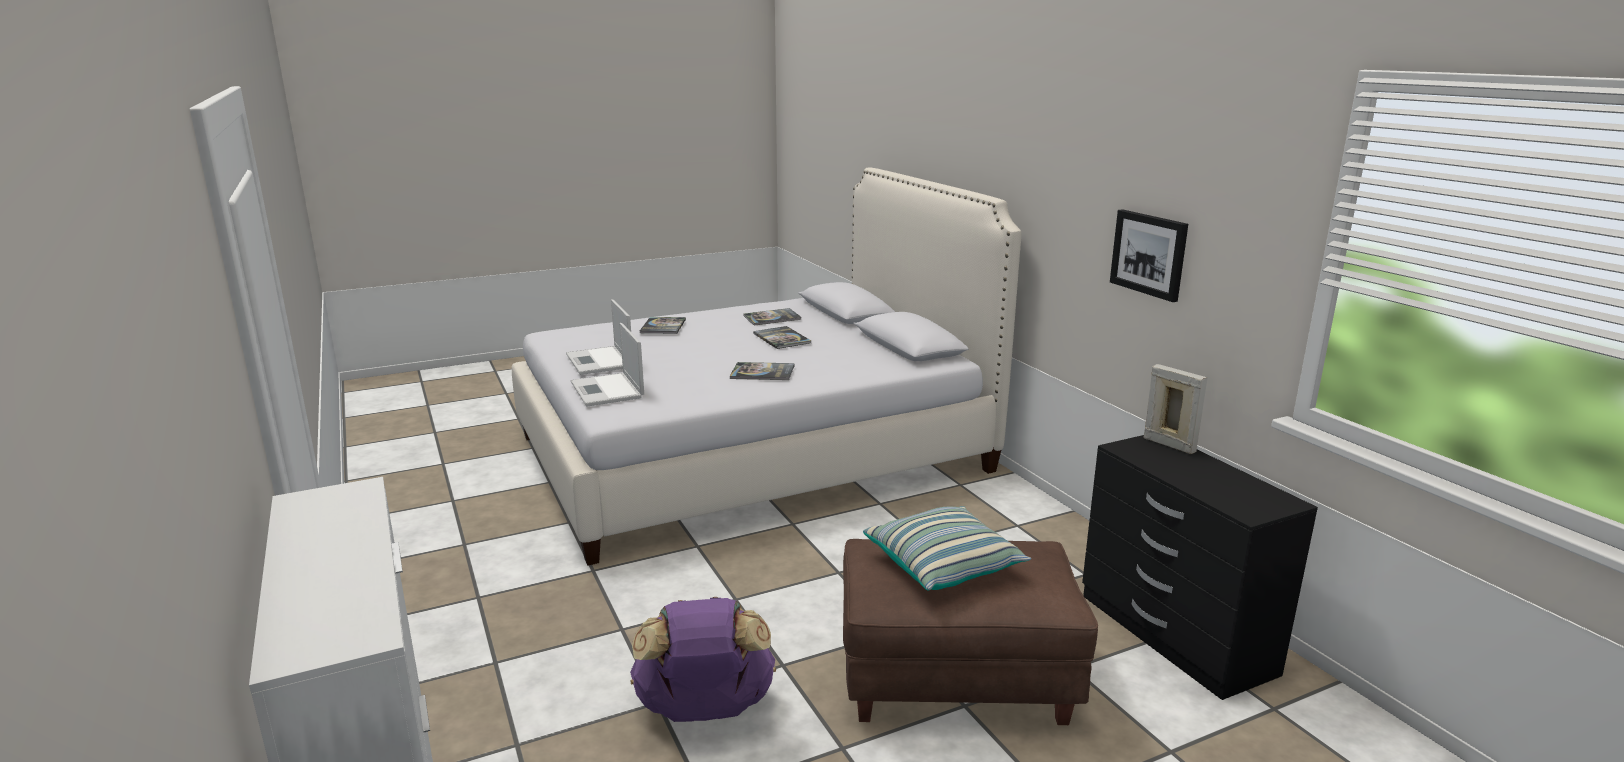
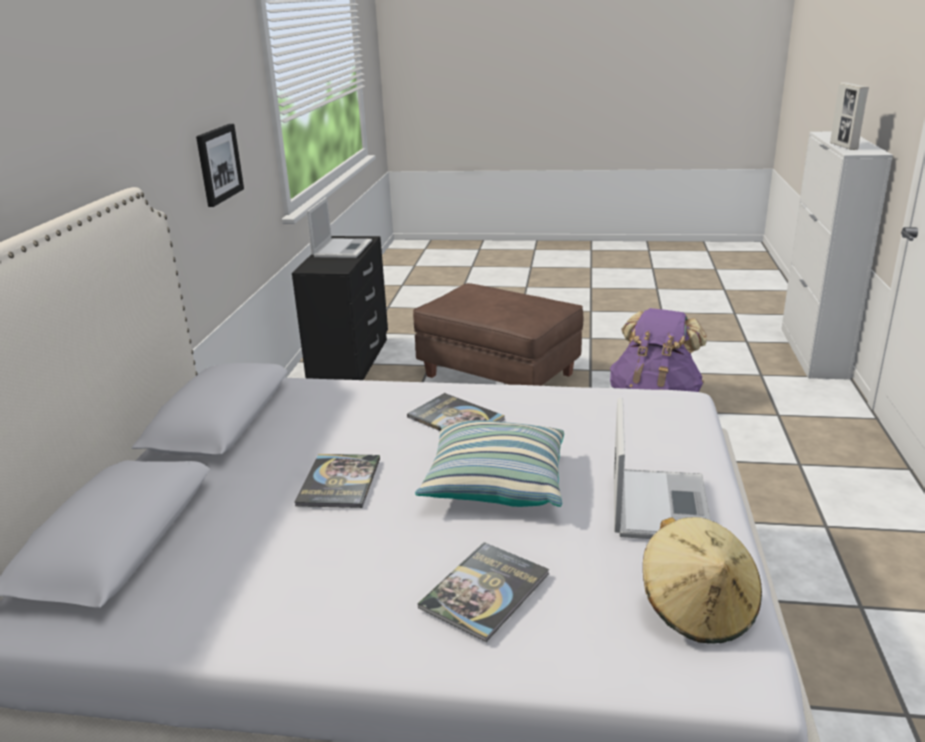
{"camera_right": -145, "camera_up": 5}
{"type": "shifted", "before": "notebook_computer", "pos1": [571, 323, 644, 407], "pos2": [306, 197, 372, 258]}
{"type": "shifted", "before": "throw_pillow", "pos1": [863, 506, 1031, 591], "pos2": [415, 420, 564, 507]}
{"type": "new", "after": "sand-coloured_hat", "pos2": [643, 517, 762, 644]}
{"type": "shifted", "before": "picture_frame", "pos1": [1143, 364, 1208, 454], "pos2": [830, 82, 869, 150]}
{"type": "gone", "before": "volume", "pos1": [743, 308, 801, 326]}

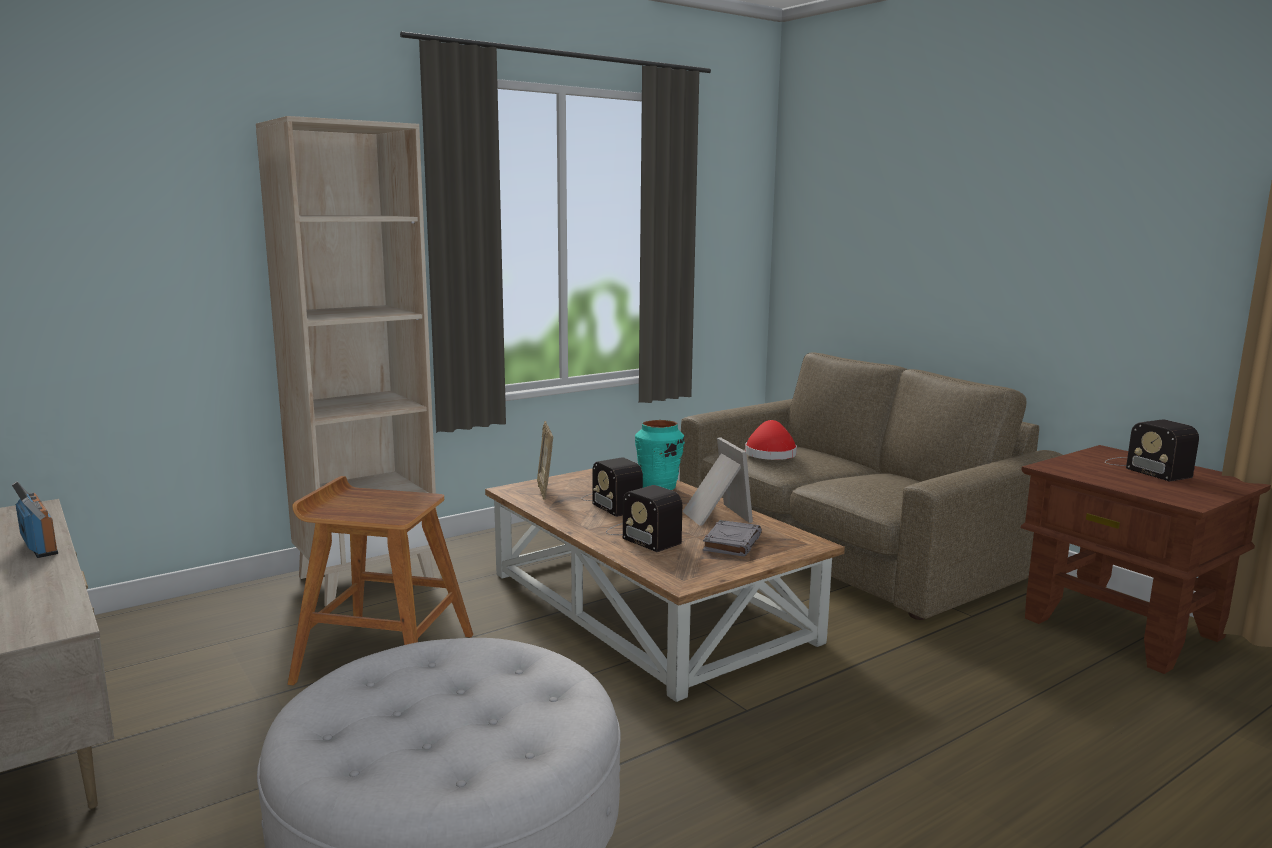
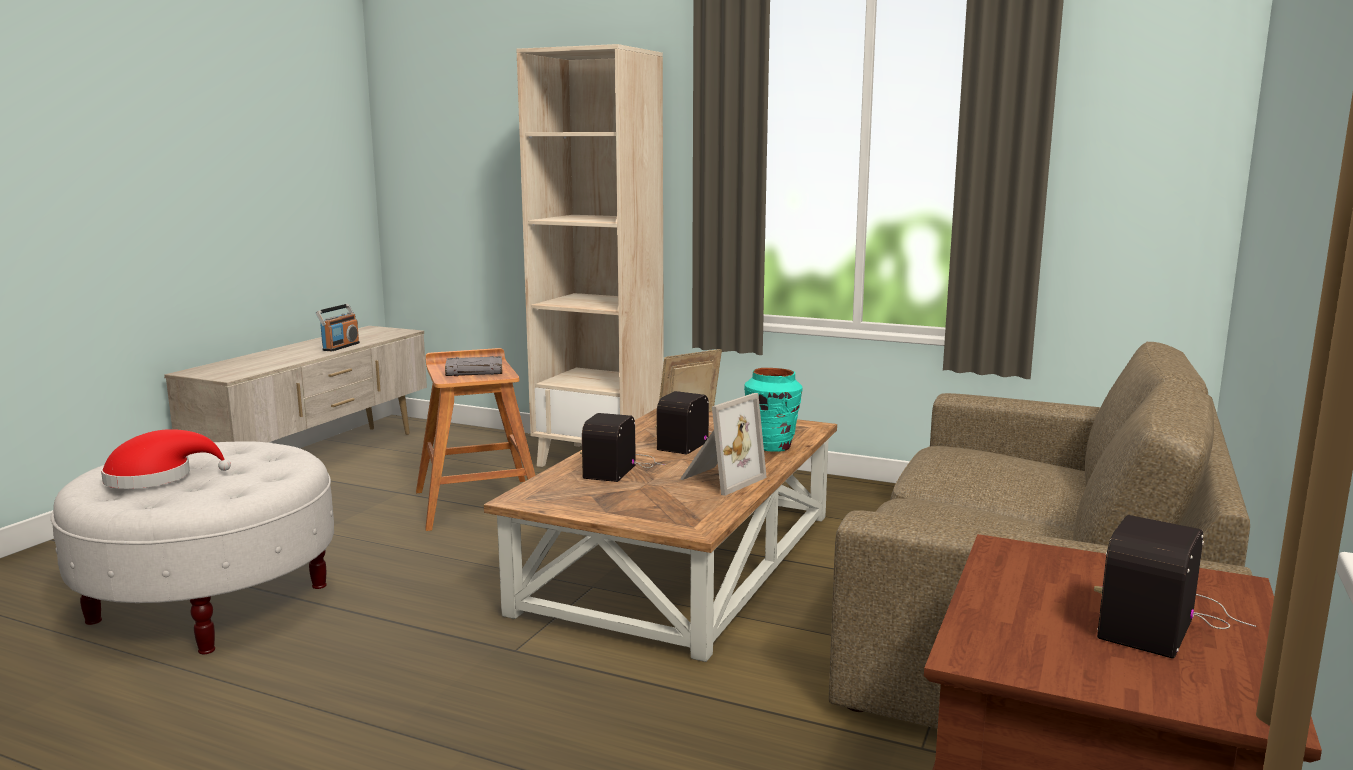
{"camera_right": 60, "camera_up": 0}
{"type": "shifted", "before": "reddish_hat", "pos1": [745, 420, 797, 460], "pos2": [101, 429, 231, 489]}
{"type": "shifted", "before": "greyish_volume", "pos1": [703, 520, 762, 557], "pos2": [445, 356, 502, 376]}

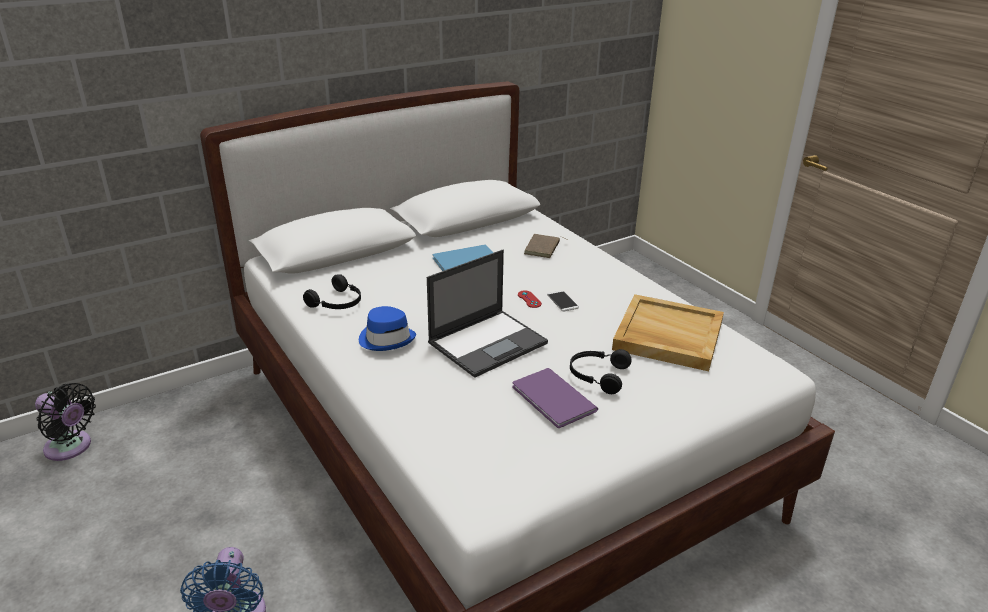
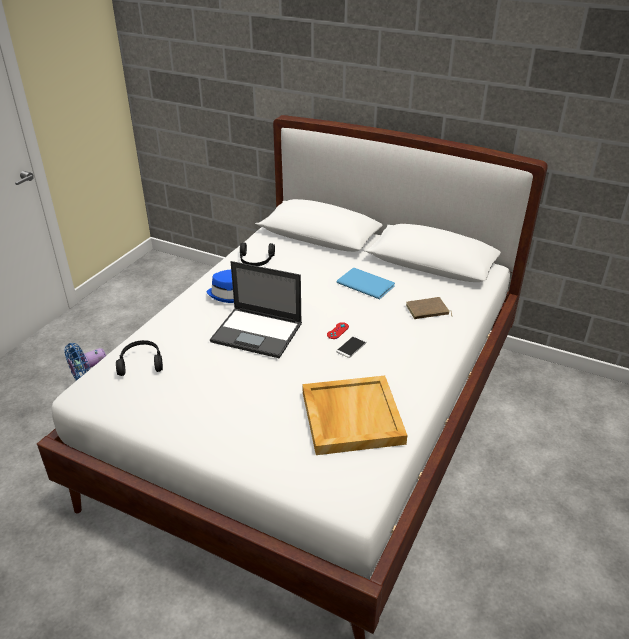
{"camera_right": 60, "camera_up": 5}
{"type": "shifted", "before": "black_headphones", "pos1": [570, 349, 632, 394], "pos2": [116, 340, 163, 376]}
{"type": "gone", "before": "black_cooling_fan", "pos1": [35, 383, 96, 461]}
{"type": "gone", "before": "purple_volume", "pos1": [512, 368, 598, 428]}

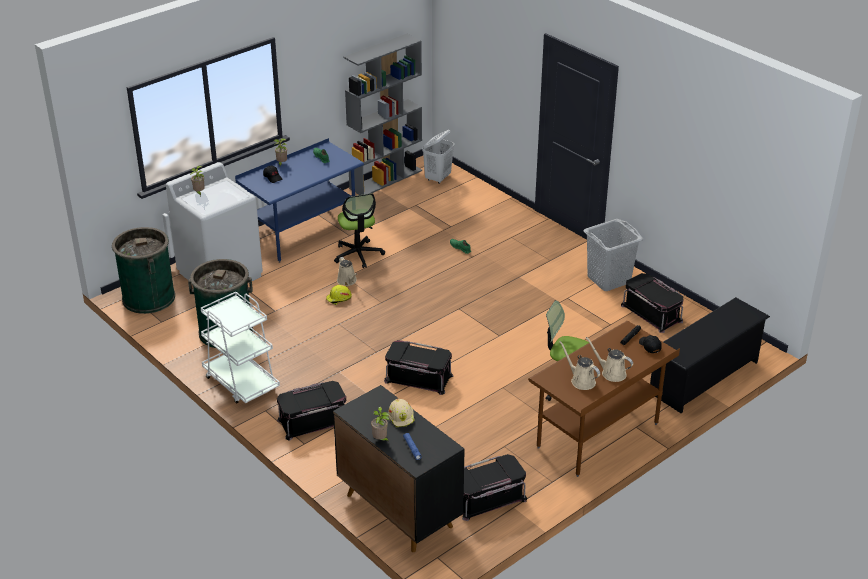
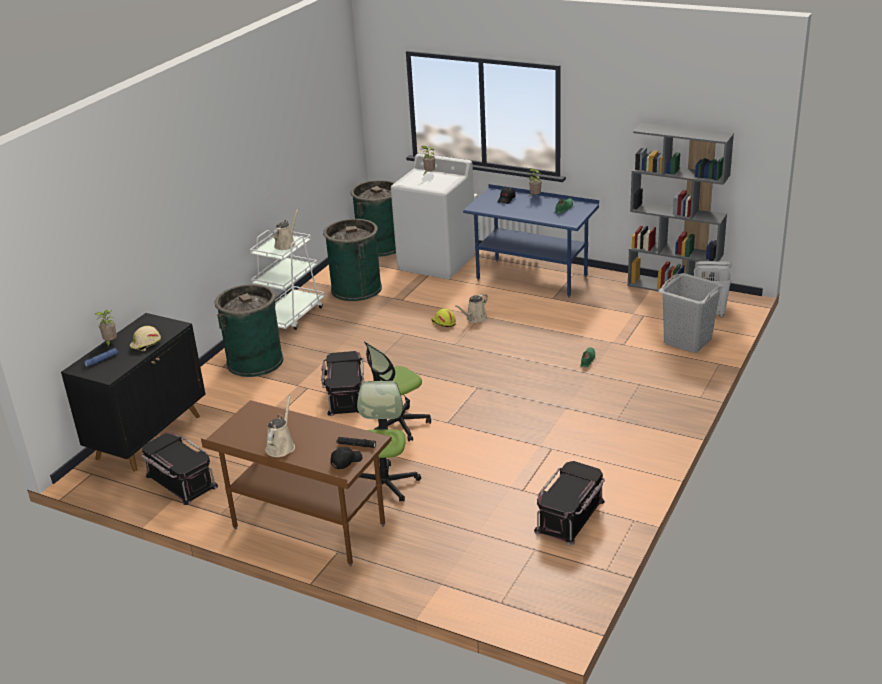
{"camera_right": 70, "camera_up": -5}
{"type": "swapped", "before": "black_storage_container", "after": "green_rubbish_bin", "pos1": [277, 381, 346, 441], "pos2": [215, 284, 284, 377]}
{"type": "shifted", "before": "sand-coloured_watering_pot", "pos1": [560, 341, 600, 390], "pos2": [273, 209, 299, 250]}
{"type": "shifted", "before": "computer_chair", "pos1": [334, 193, 385, 268], "pos2": [364, 341, 431, 441]}
{"type": "shifted", "before": "greyish_hamper", "pos1": [583, 219, 643, 291], "pos2": [658, 273, 724, 353]}
{"type": "gone", "before": "black_shoe_rack", "pos1": [650, 297, 770, 414]}

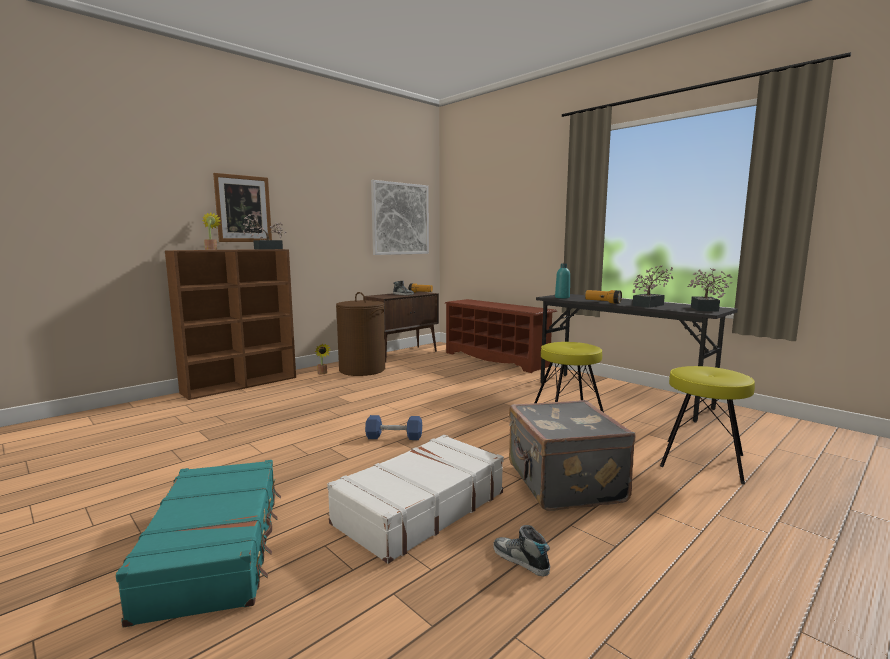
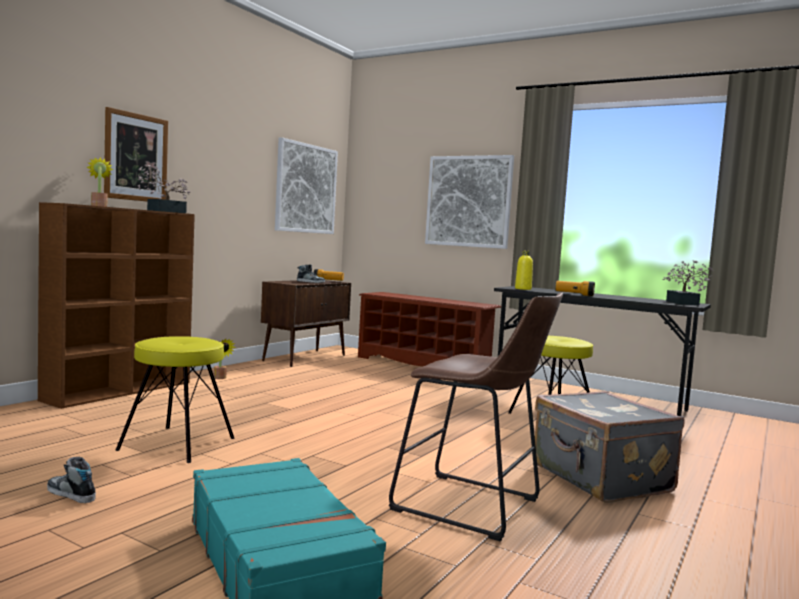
{"camera_right": -15, "camera_up": -5}
{"type": "shifted", "before": "low_shoe", "pos1": [493, 525, 550, 577], "pos2": [47, 457, 96, 503]}
{"type": "shifted", "before": "yellow_stool_seat", "pos1": [660, 366, 755, 484], "pos2": [115, 336, 235, 463]}
{"type": "swapped", "before": "white_piece_of_luggage", "after": "brown-coloured_stool_seat", "pos1": [327, 434, 504, 564], "pos2": [389, 292, 563, 541]}
{"type": "new", "after": "picture", "pos2": [425, 155, 514, 249]}
{"type": "repainted", "before": "blue-green_drink_bottle", "after": "yellow_drink_bottle", "pos1": [555, 263, 570, 298], "pos2": [515, 250, 533, 290]}
{"type": "gone", "before": "brown-coloured_hamper", "pos1": [336, 292, 385, 376]}
{"type": "gone", "before": "blue_free_weight", "pos1": [365, 415, 422, 440]}
{"type": "gone", "before": "plant_in_a_pot", "pos1": [632, 265, 674, 308]}

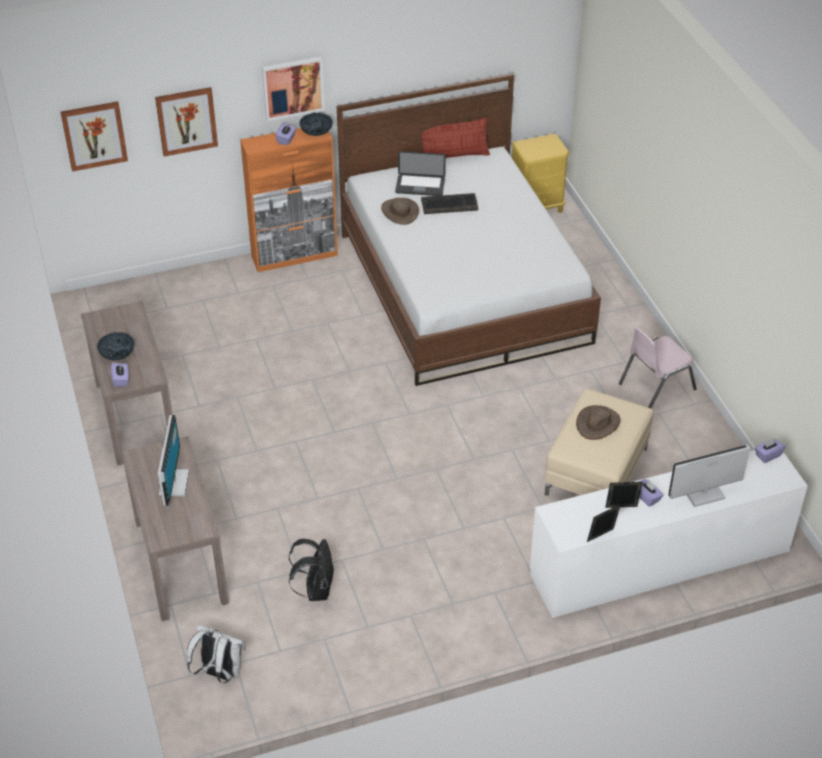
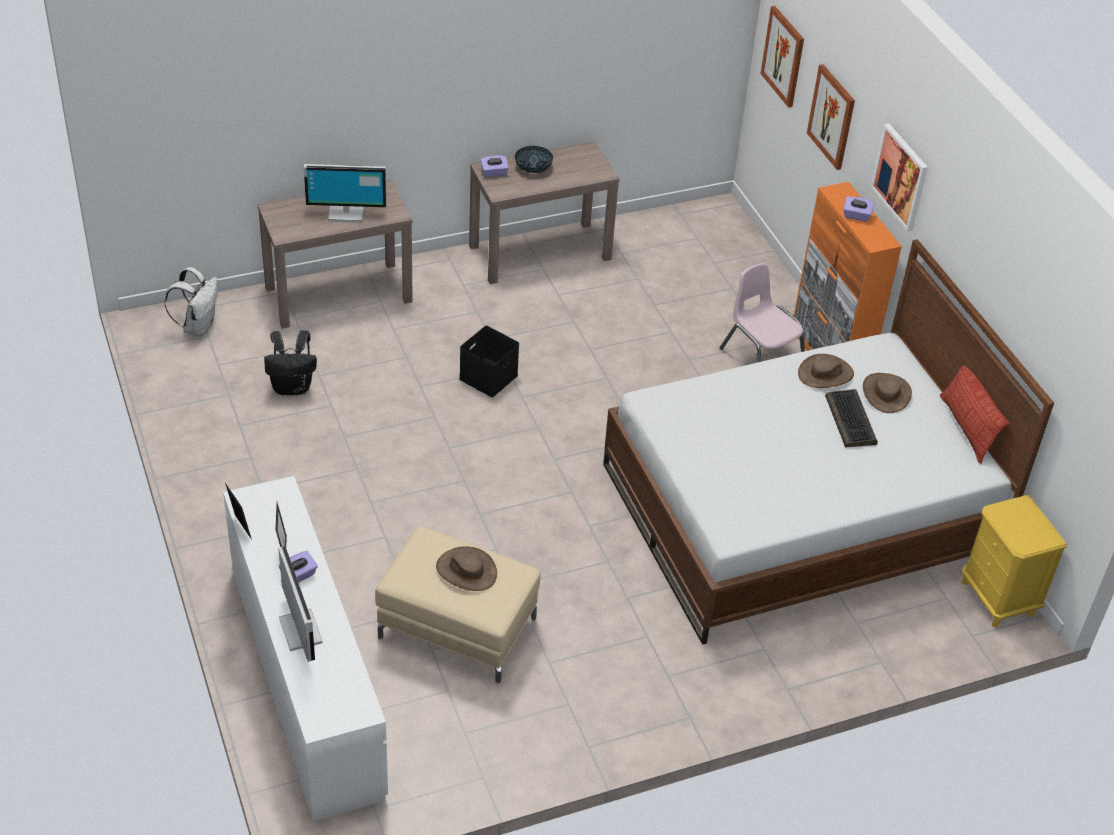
{"camera_right": 85, "camera_up": 0}
{"type": "new", "after": "black_storage_container", "pos2": [459, 326, 519, 397]}
{"type": "shifted", "before": "pinkish_upright_chair", "pos1": [619, 327, 697, 409], "pos2": [720, 263, 805, 362]}
{"type": "swapped", "before": "notebook_computer", "after": "brown-coloured_hat", "pos1": [395, 151, 446, 196], "pos2": [863, 373, 912, 413]}
{"type": "gone", "before": "serving_bowl", "pos1": [299, 113, 332, 136]}
{"type": "gone", "before": "purple_tissue_holder", "pos1": [755, 438, 786, 463]}

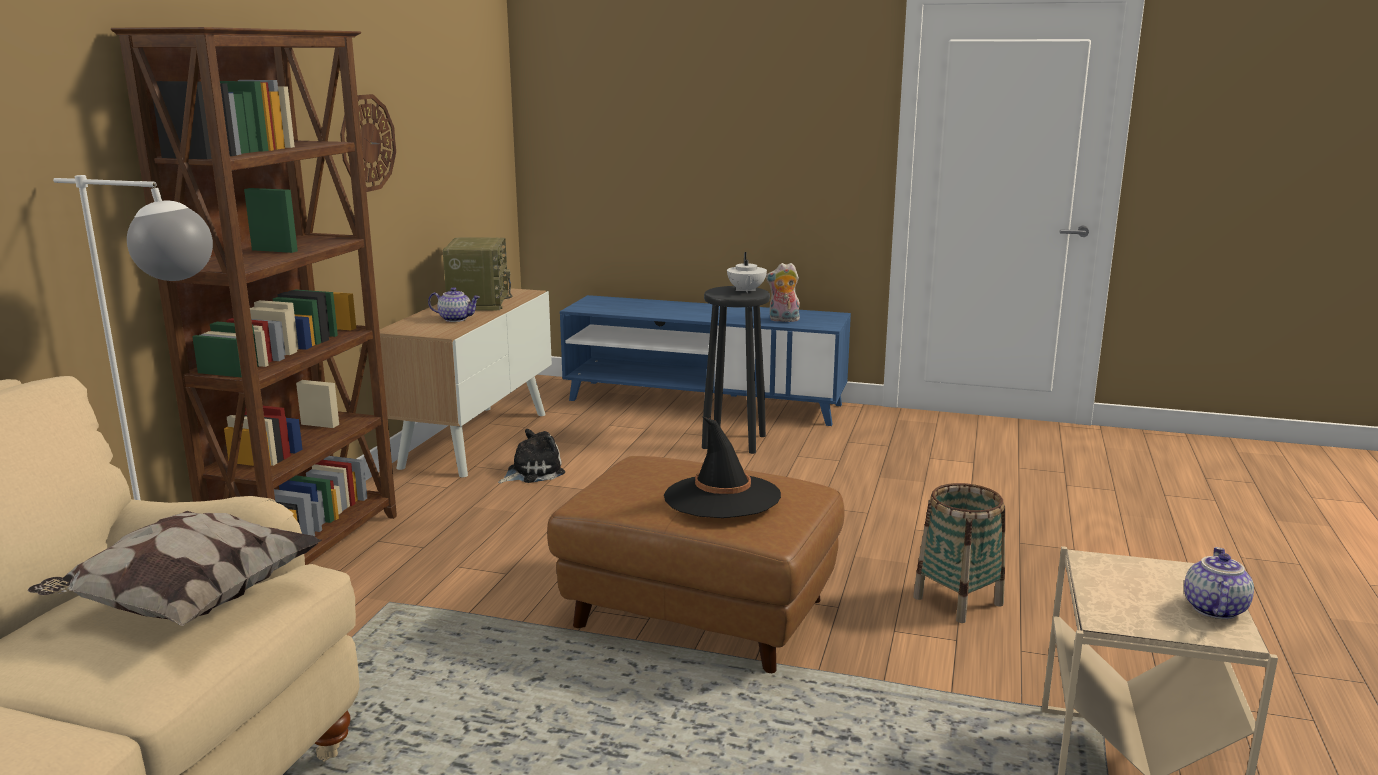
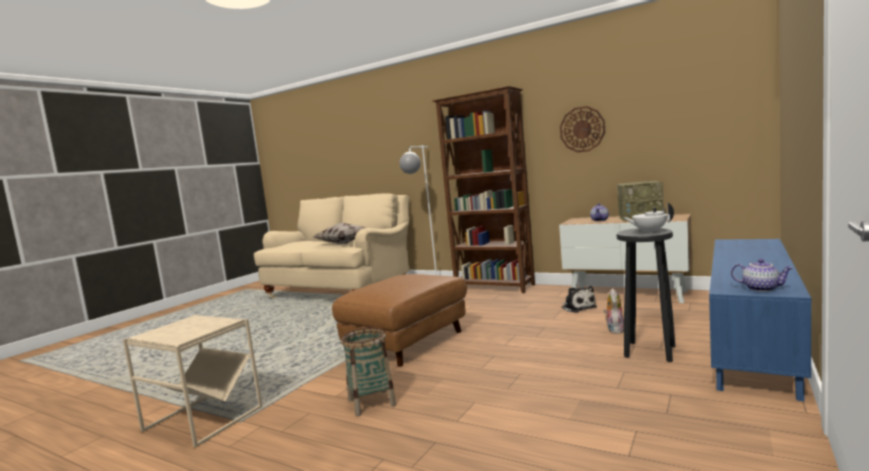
{"camera_right": 105, "camera_up": -10}
{"type": "shifted", "before": "soft_toy", "pos1": [766, 263, 800, 322], "pos2": [603, 289, 624, 334]}
{"type": "shifted", "before": "tea_pot", "pos1": [1184, 547, 1254, 619], "pos2": [731, 259, 793, 292]}
{"type": "gone", "before": "black_hat", "pos1": [664, 417, 781, 518]}

